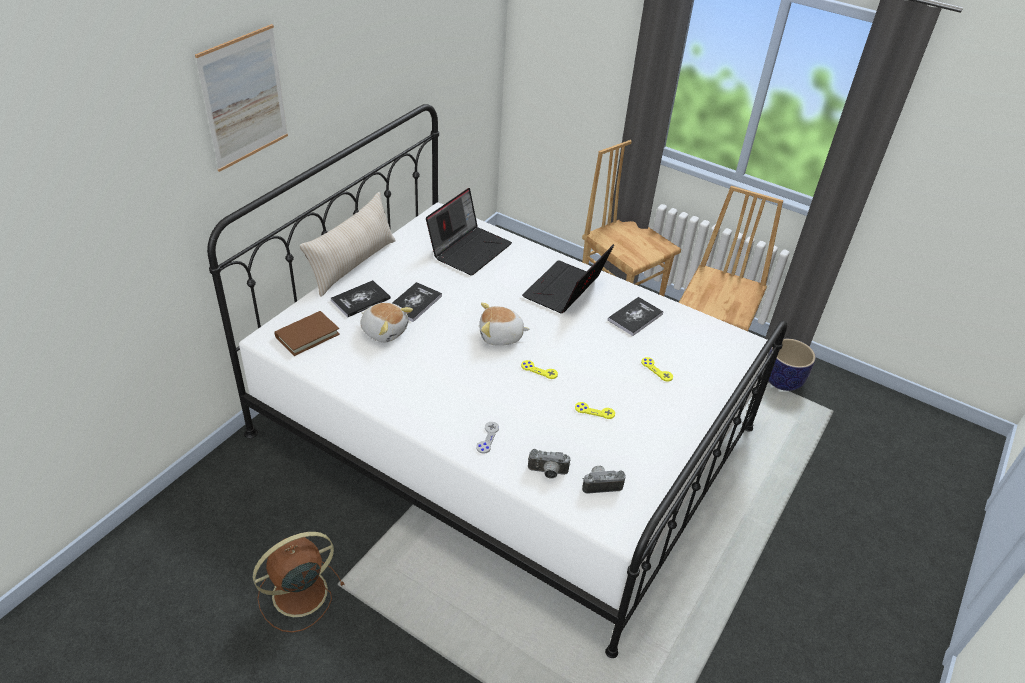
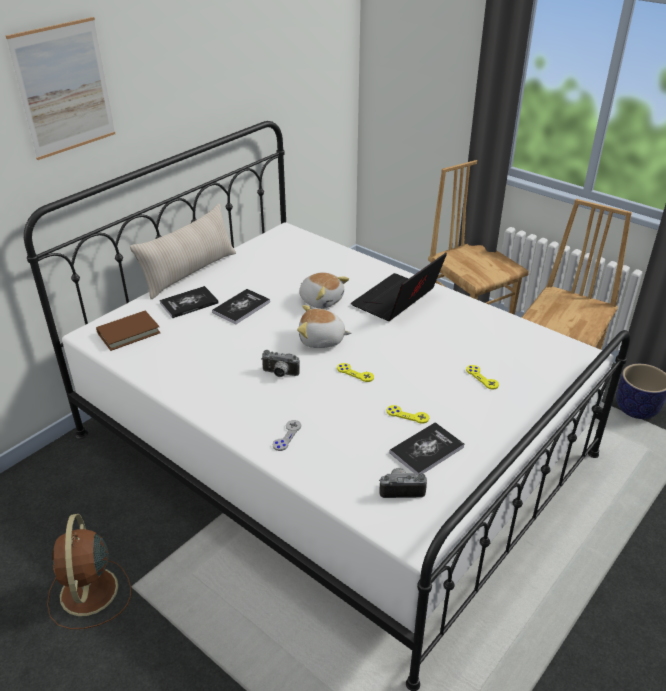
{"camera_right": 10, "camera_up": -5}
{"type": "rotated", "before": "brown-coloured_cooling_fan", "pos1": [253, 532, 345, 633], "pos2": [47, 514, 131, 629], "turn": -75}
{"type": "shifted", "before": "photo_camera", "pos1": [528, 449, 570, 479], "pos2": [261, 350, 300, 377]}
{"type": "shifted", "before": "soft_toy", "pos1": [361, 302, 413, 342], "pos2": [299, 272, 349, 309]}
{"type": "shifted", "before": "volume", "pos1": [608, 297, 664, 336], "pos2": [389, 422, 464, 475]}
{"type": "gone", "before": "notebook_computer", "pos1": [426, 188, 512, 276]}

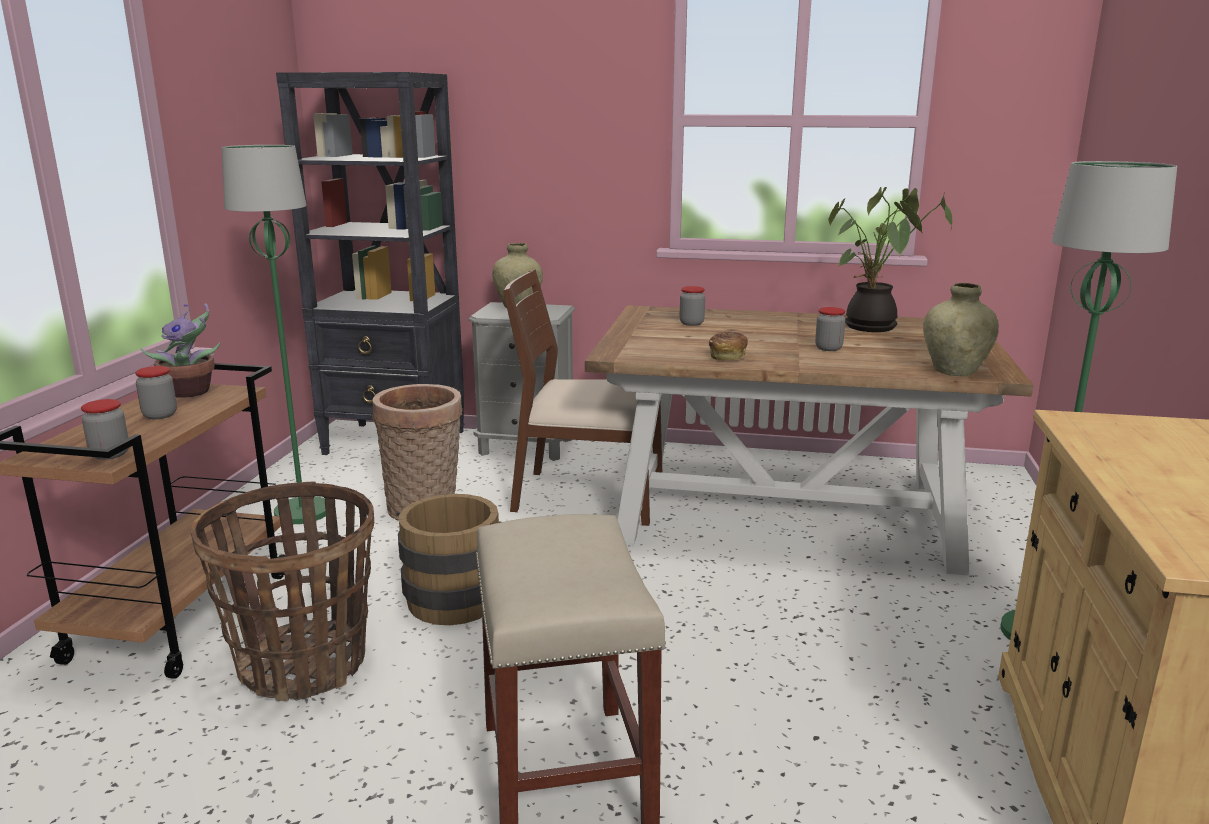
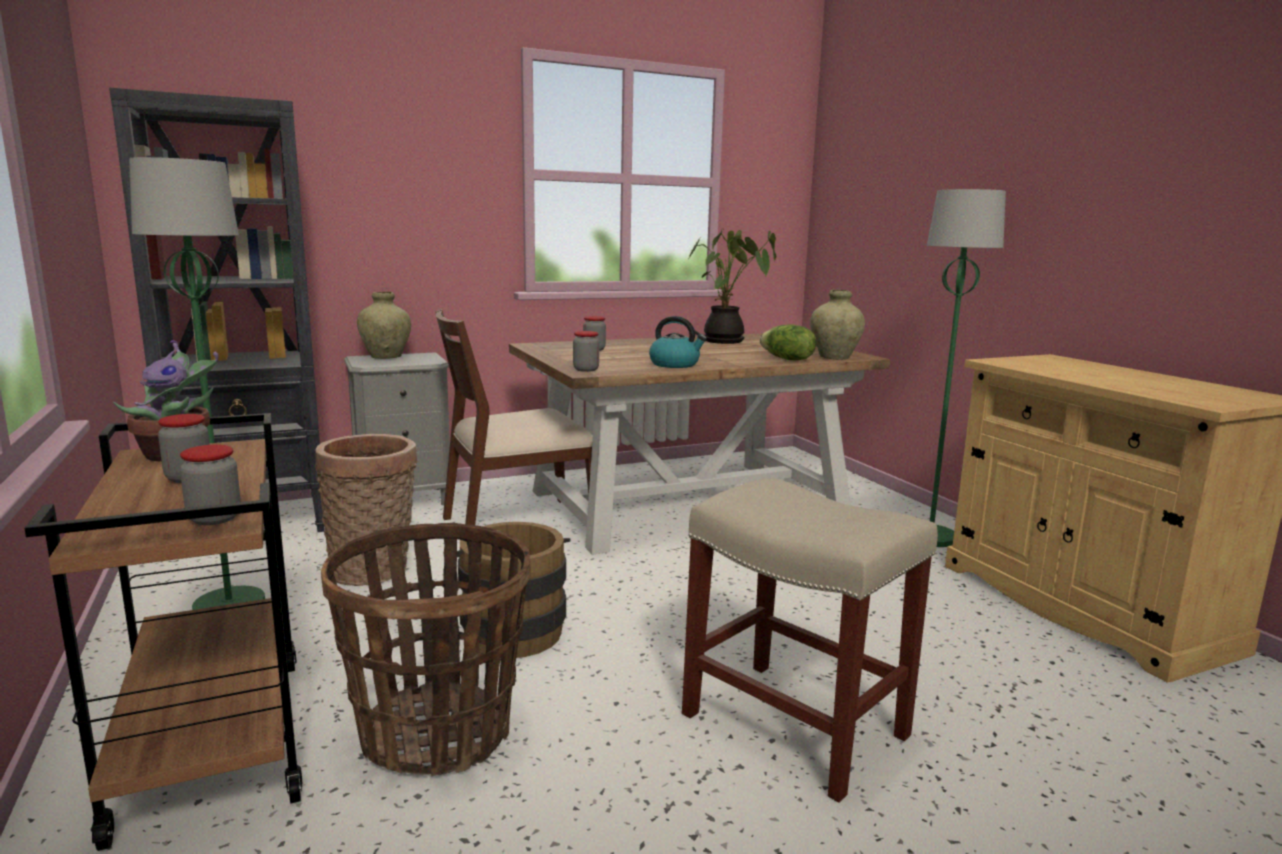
{"camera_right": -35, "camera_up": -5}
{"type": "shifted", "before": "jar", "pos1": [815, 307, 846, 351], "pos2": [573, 331, 599, 372]}
{"type": "swapped", "before": "bread", "after": "kettle", "pos1": [709, 331, 748, 360], "pos2": [649, 316, 707, 368]}
{"type": "new", "after": "lettuce", "pos2": [760, 325, 816, 361]}

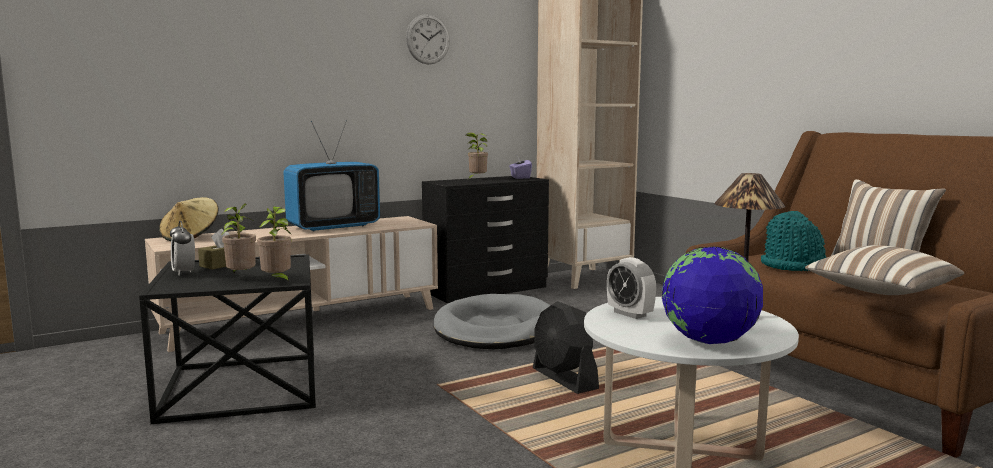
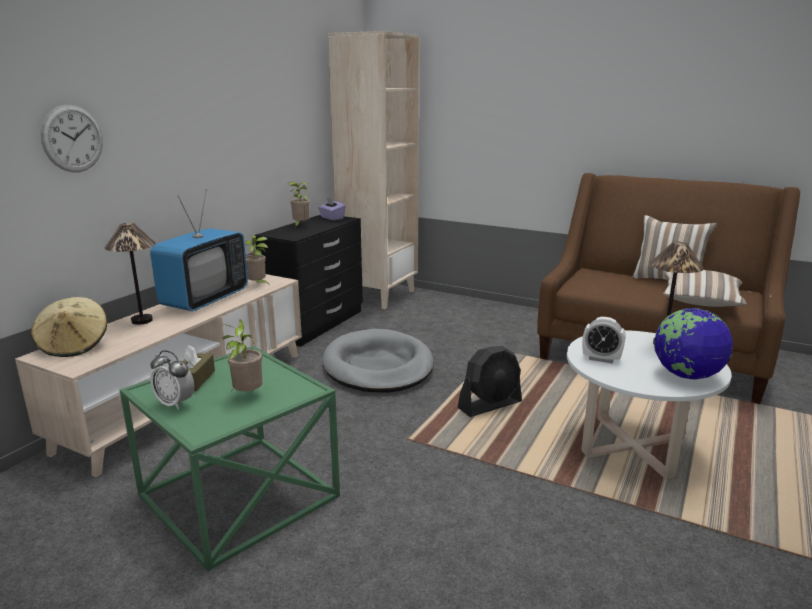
{"camera_right": -30, "camera_up": 10}
{"type": "shifted", "before": "hanging_clock", "pos1": [406, 14, 450, 65], "pos2": [41, 105, 103, 172]}
{"type": "new", "after": "lamp_for_a_table", "pos2": [105, 223, 156, 325]}
{"type": "repainted", "before": "black_end_table", "after": "green_end_table", "pos1": [139, 254, 316, 424], "pos2": [120, 346, 340, 571]}
{"type": "shifted", "before": "plant_in_a_pot", "pos1": [257, 206, 291, 284], "pos2": [245, 236, 269, 284]}
{"type": "rotated", "before": "black_cooling_fan", "pos1": [533, 301, 599, 394], "pos2": [457, 346, 522, 417], "turn": -60}
{"type": "gone", "before": "blue-green_hat", "pos1": [761, 211, 826, 271]}

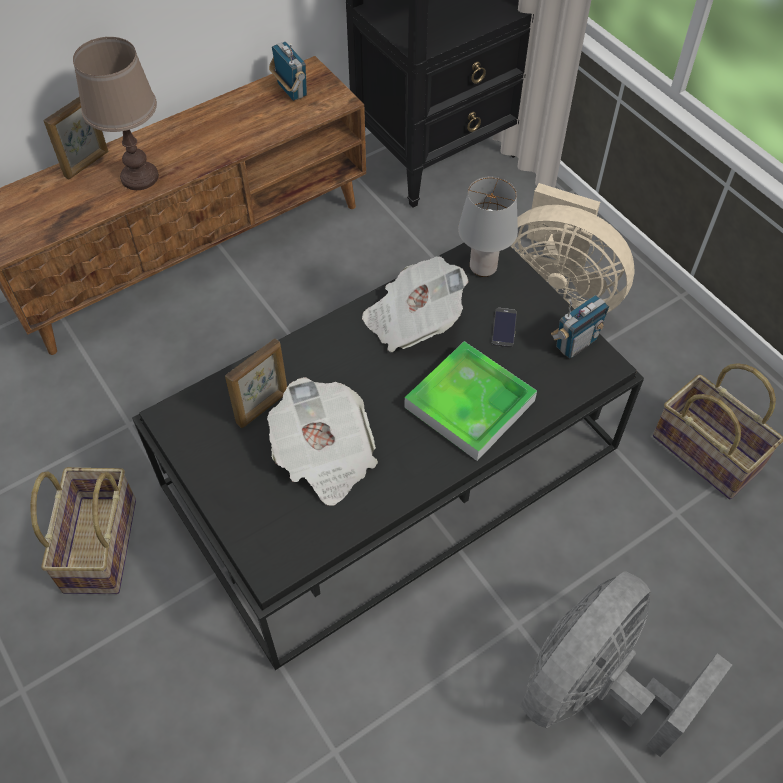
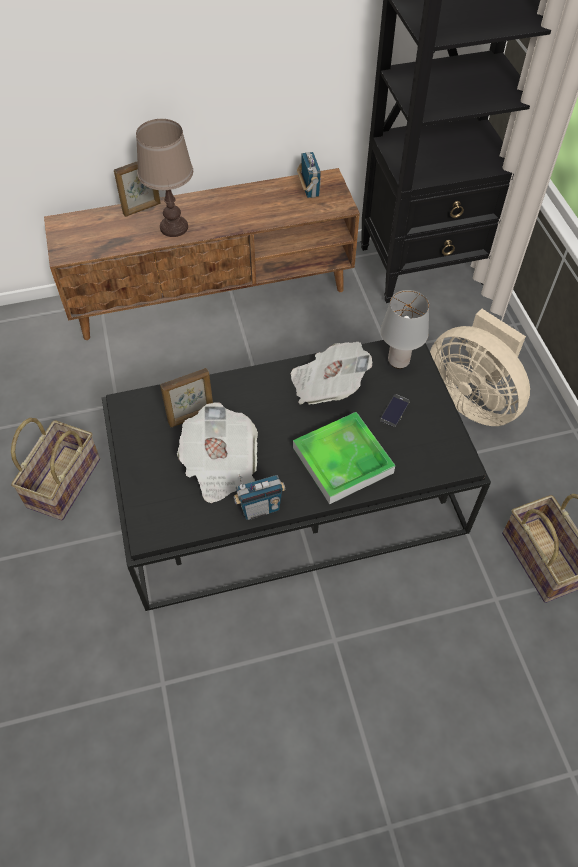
{"camera_right": 20, "camera_up": 0}
{"type": "shifted", "before": "radio", "pos1": [551, 295, 609, 358], "pos2": [233, 474, 285, 520]}
{"type": "gone", "before": "greyish_cooling_fan", "pos1": [521, 571, 732, 757]}

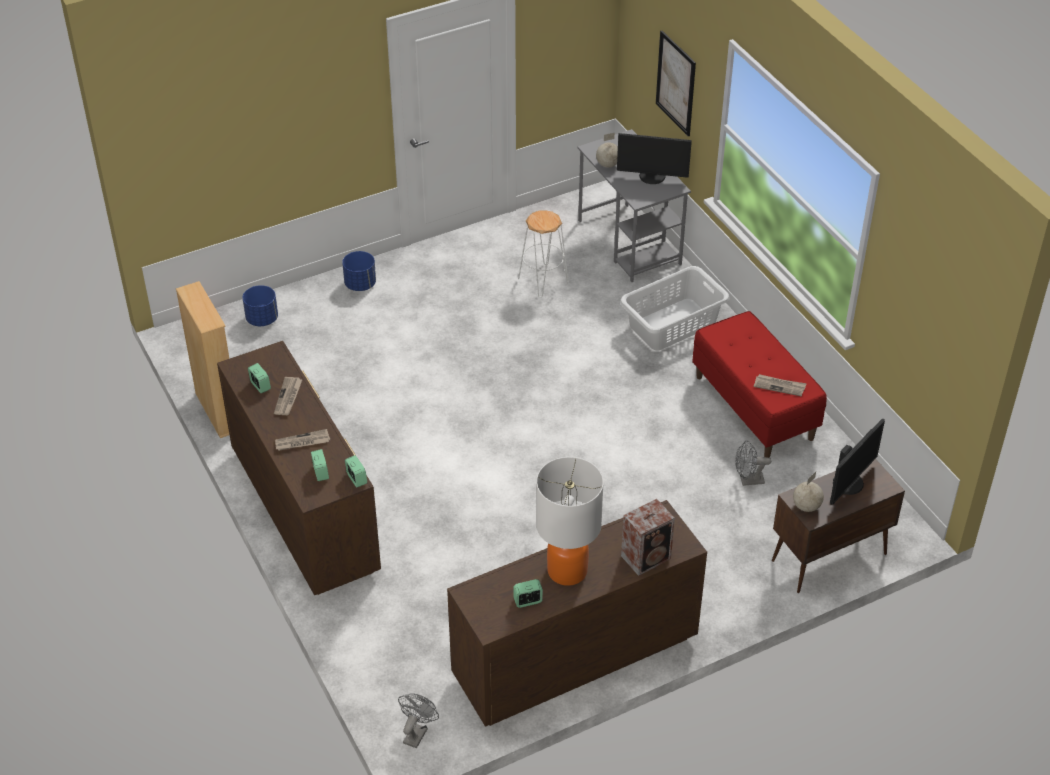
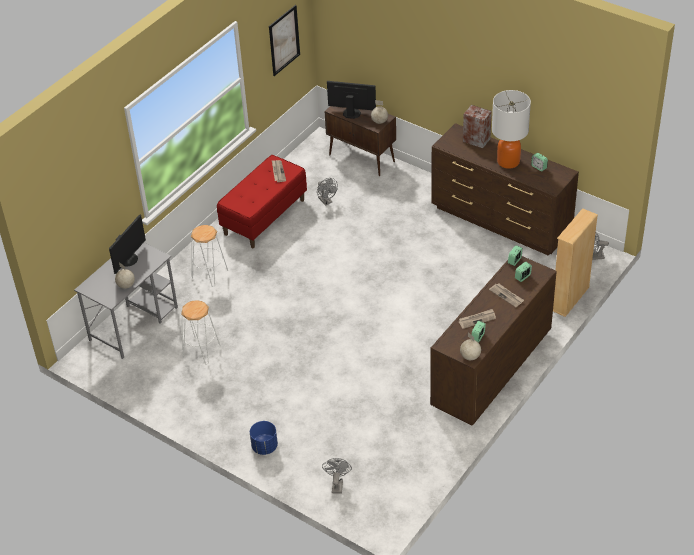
{"camera_right": -115, "camera_up": 0}
{"type": "rotated", "before": "computer_display", "pos1": [617, 133, 692, 184], "pos2": [109, 214, 146, 274], "turn": 45}
{"type": "swapped", "before": "white_hamper", "after": "white_stool_seat", "pos1": [620, 266, 729, 351], "pos2": [191, 225, 228, 287]}
{"type": "shifted", "before": "picture", "pos1": [656, 31, 696, 136], "pos2": [269, 5, 300, 76]}
{"type": "swapped", "before": "blue_planter", "after": "greyish_cooling_fan", "pos1": [243, 285, 278, 326], "pos2": [322, 458, 352, 494]}
{"type": "new", "after": "desk_globe", "pos2": [460, 332, 481, 360]}
{"type": "shifted", "before": "sand-coloured_bookcase", "pos1": [176, 281, 229, 438], "pos2": [553, 208, 598, 317]}

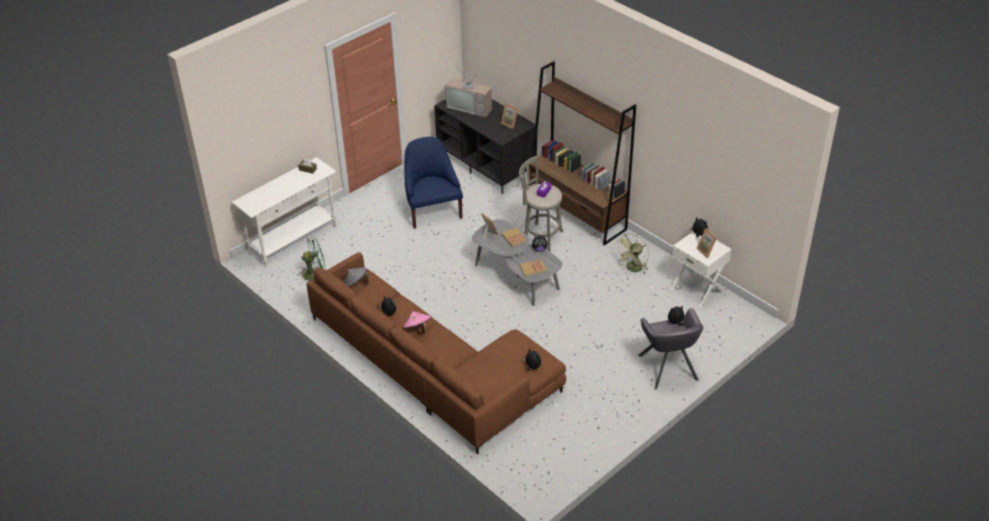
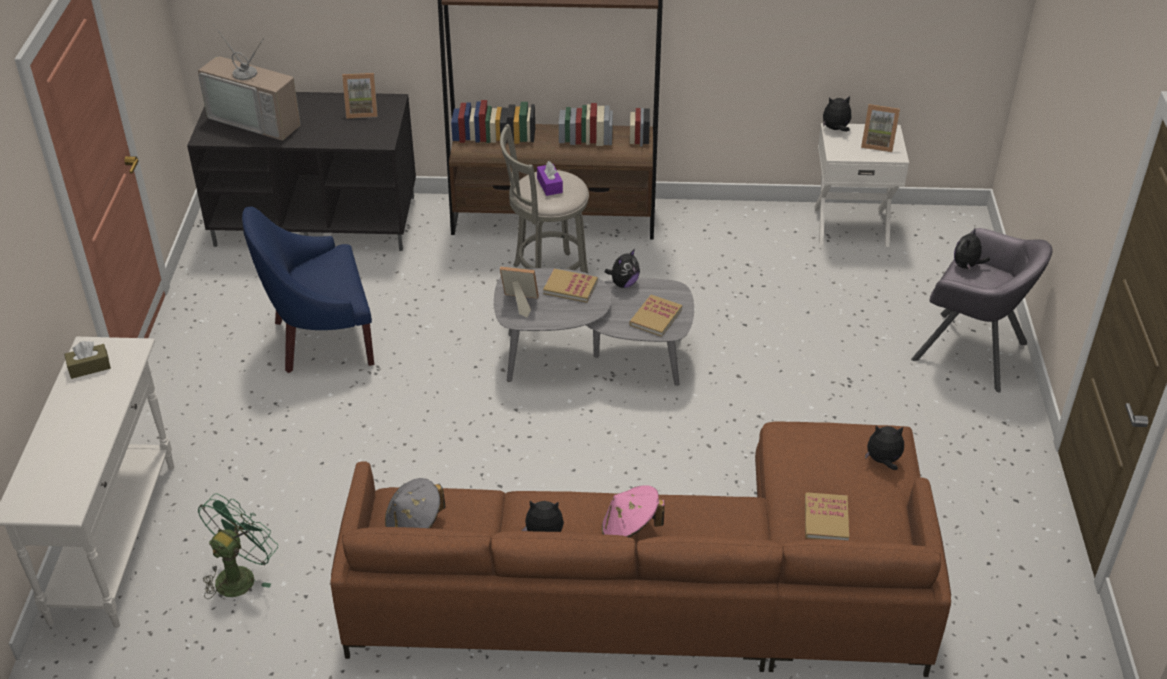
{"camera_right": -45, "camera_up": 0}
{"type": "rotated", "before": "television", "pos1": [445, 64, 492, 117], "pos2": [198, 24, 301, 141], "turn": 45}
{"type": "rotated", "before": "blue_armchair", "pos1": [404, 137, 463, 229], "pos2": [242, 206, 374, 373], "turn": -45}
{"type": "new", "after": "volume", "pos2": [805, 492, 849, 541]}
{"type": "gone", "before": "green_cooling_fan", "pos1": [616, 233, 649, 274]}

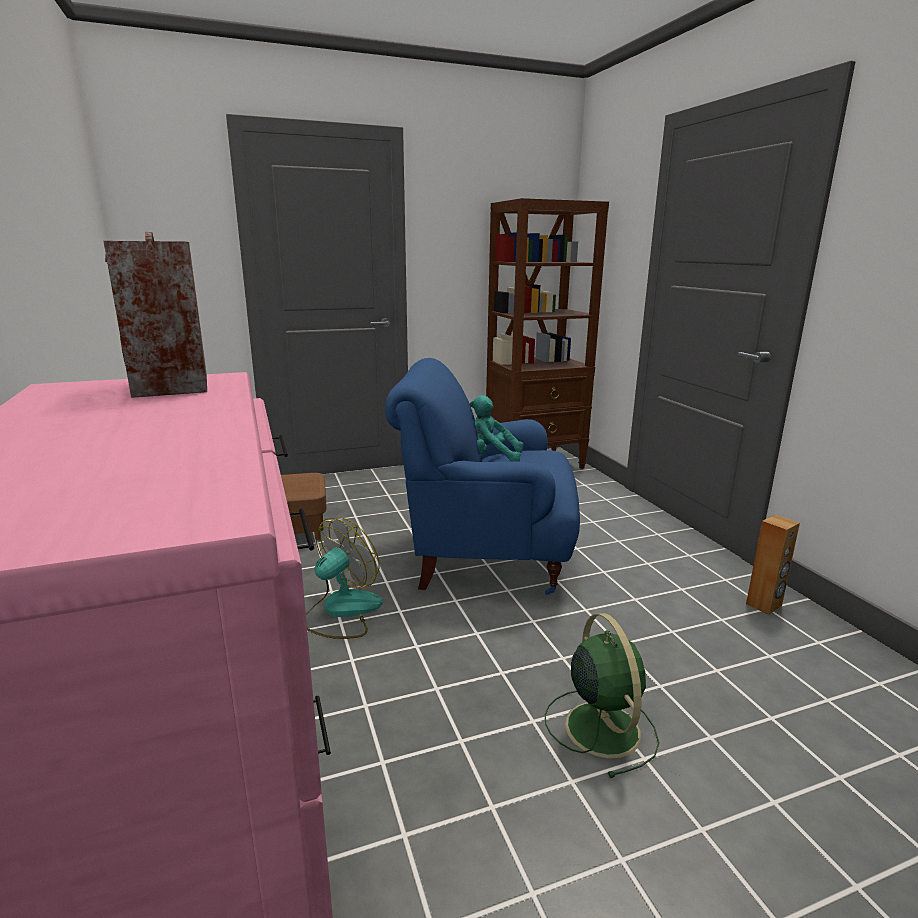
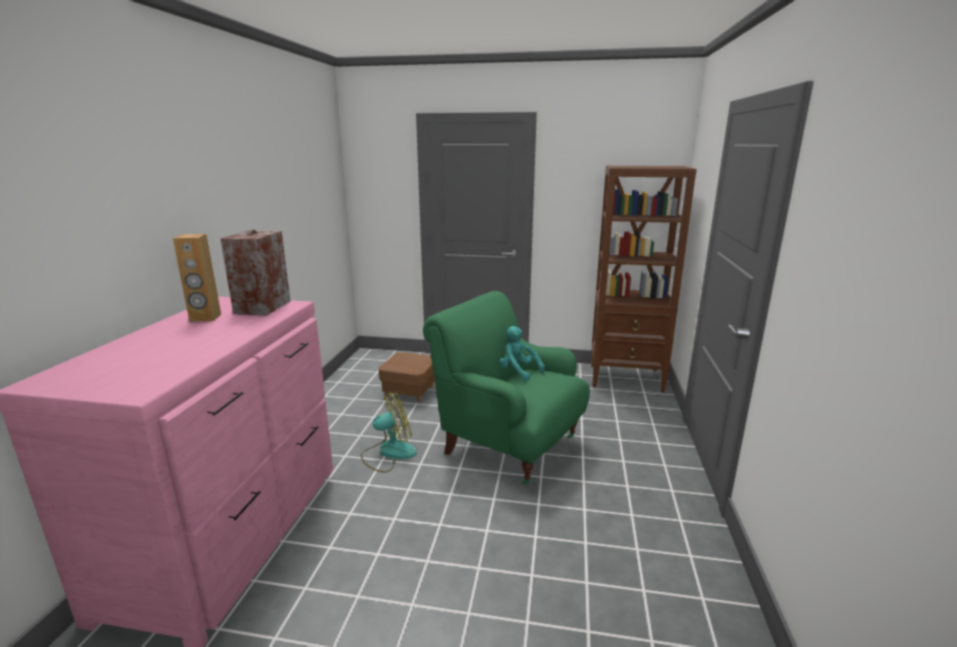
{"camera_right": 30, "camera_up": 0}
{"type": "shifted", "before": "brown-coloured_speaker", "pos1": [746, 515, 800, 615], "pos2": [173, 234, 221, 322]}
{"type": "repainted", "before": "blue_armchair", "after": "green_armchair", "pos1": [385, 358, 580, 595], "pos2": [423, 291, 590, 485]}
{"type": "gone", "before": "green_cooling_fan", "pos1": [545, 613, 659, 778]}

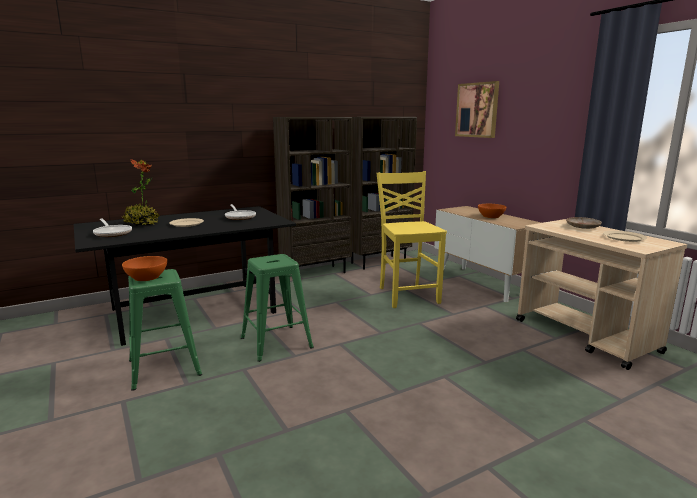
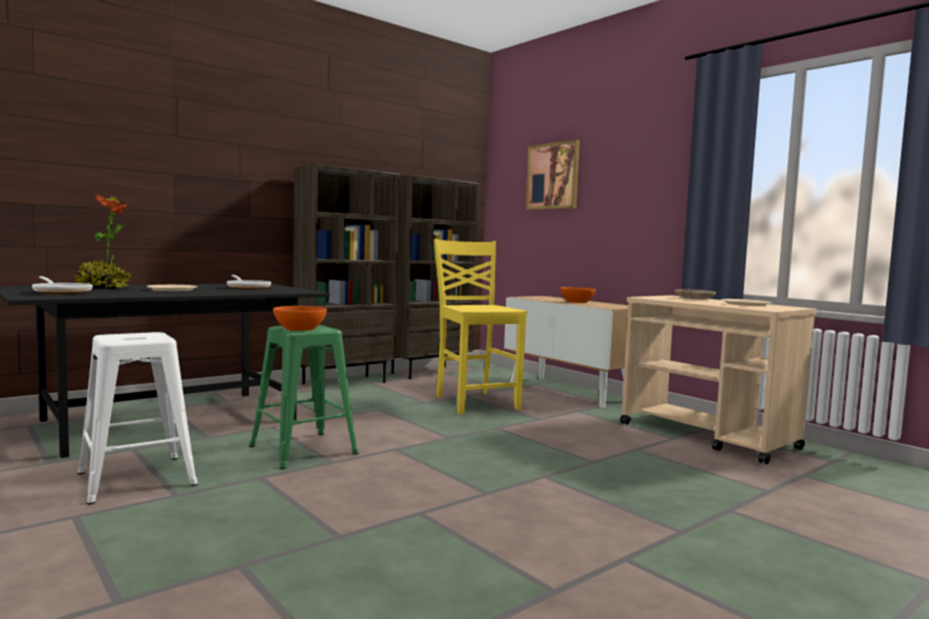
{"camera_right": -10, "camera_up": -10}
{"type": "repainted", "before": "green_stool_seat", "after": "white_stool_seat", "pos1": [128, 269, 202, 391], "pos2": [77, 332, 198, 505]}
{"type": "shifted", "before": "orangey_serving_bowl", "pos1": [122, 256, 167, 281], "pos2": [273, 306, 327, 331]}

